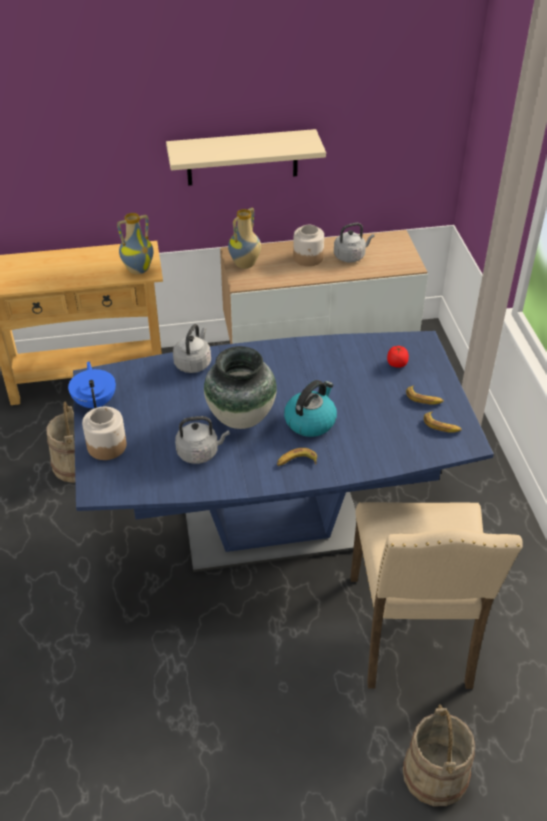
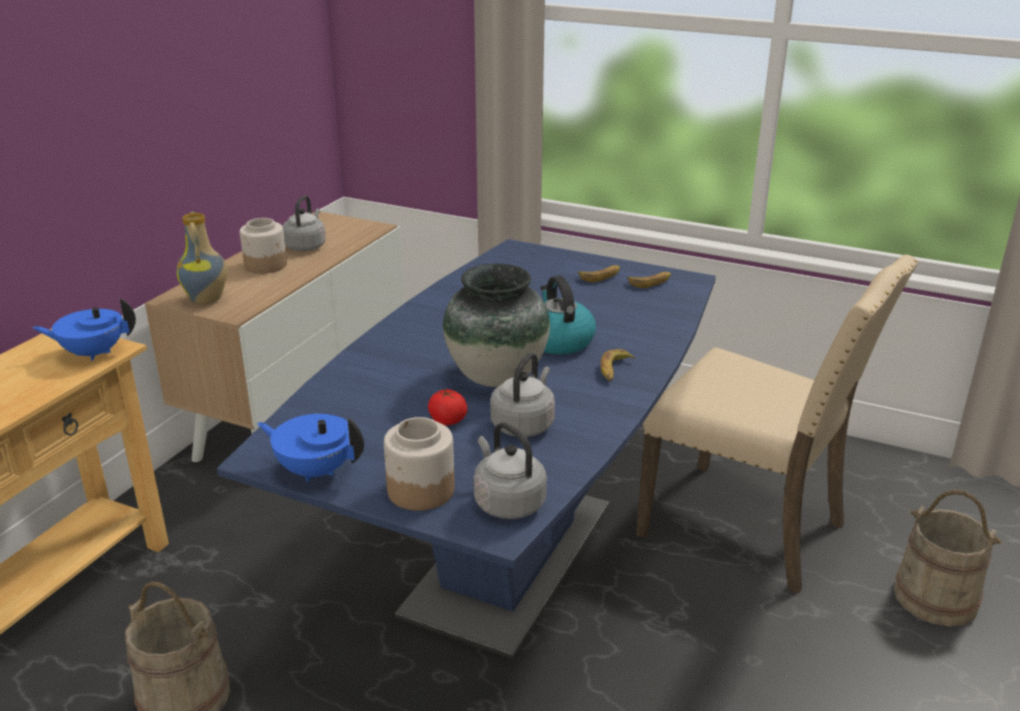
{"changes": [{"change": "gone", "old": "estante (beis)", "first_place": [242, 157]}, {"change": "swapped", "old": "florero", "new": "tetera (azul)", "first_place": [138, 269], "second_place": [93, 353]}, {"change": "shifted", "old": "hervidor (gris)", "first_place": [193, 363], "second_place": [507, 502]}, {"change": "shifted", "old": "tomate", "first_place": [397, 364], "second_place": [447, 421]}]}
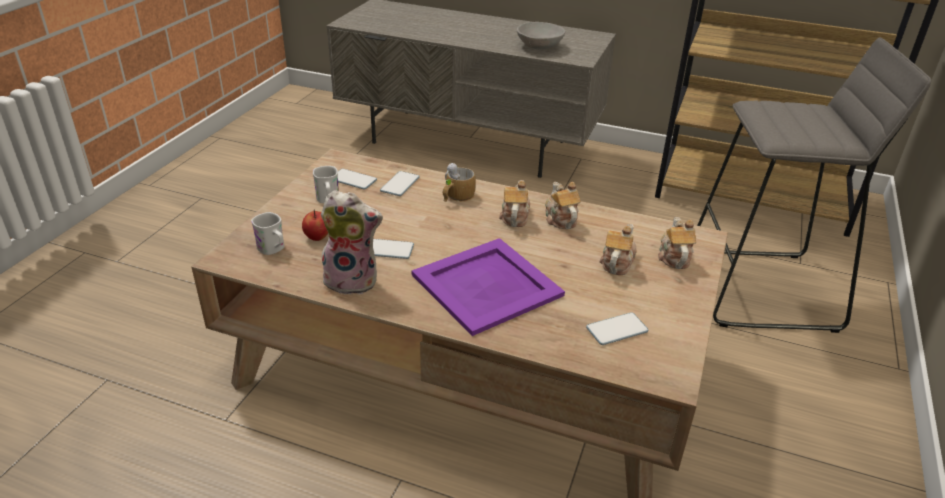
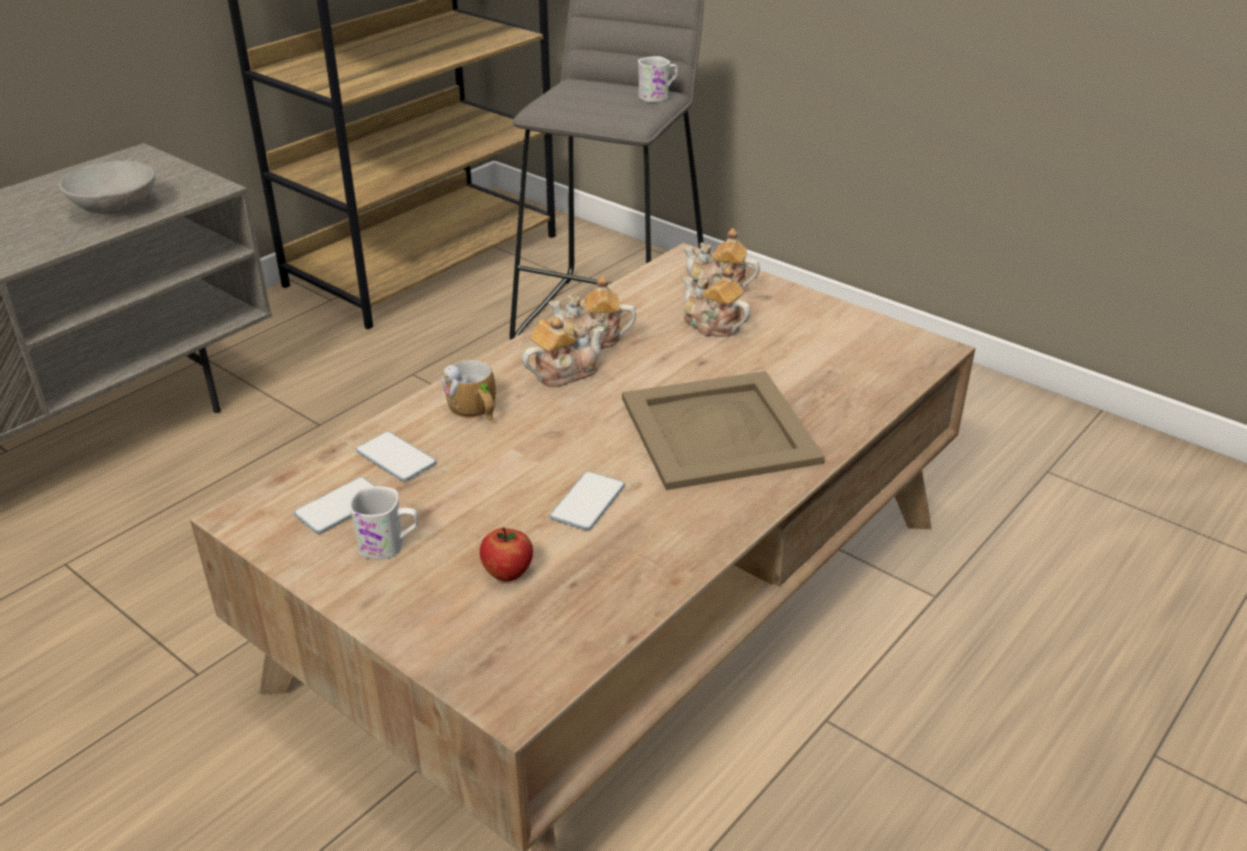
{"changes": [{"change": "rotated", "old": "tetera", "first_place": [514, 216], "second_place": [564, 372], "degrees": 120}, {"change": "gone", "old": "peluche", "first_place": [353, 280]}, {"change": "shifted", "old": "taza grande (blanco)", "first_place": [273, 249], "second_place": [658, 96]}, {"change": "repainted", "old": "bandeja (morado)", "new": "bandeja (beis)", "first_place": [488, 285], "second_place": [720, 429]}, {"change": "gone", "old": "móvil", "first_place": [616, 330]}]}
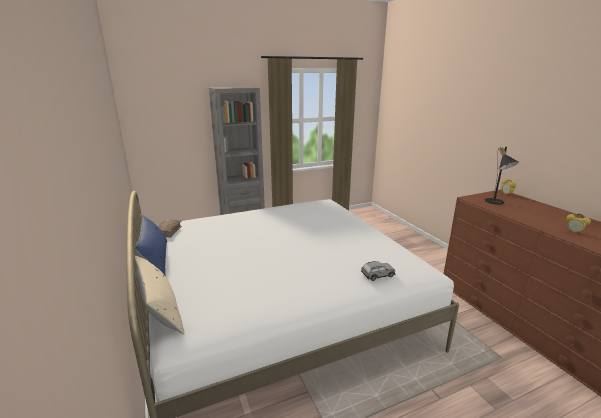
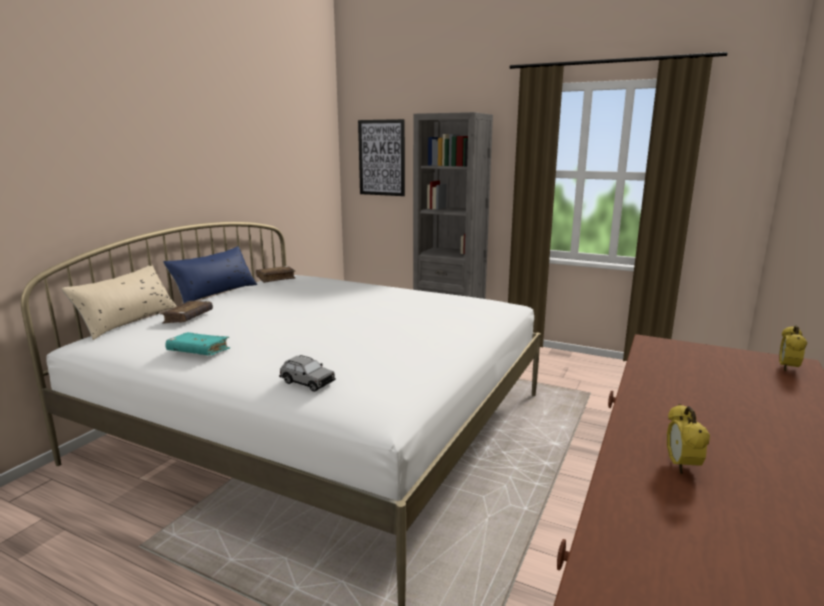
{"changes": [{"change": "gone", "old": "lámpara de mesa (negro)", "first_place": [496, 202]}, {"change": "new", "new": "cuadro", "second_place": [381, 158]}, {"change": "new", "new": "libro (marrón)", "second_place": [188, 318]}, {"change": "new", "new": "libro (turquesa)", "second_place": [198, 351]}]}
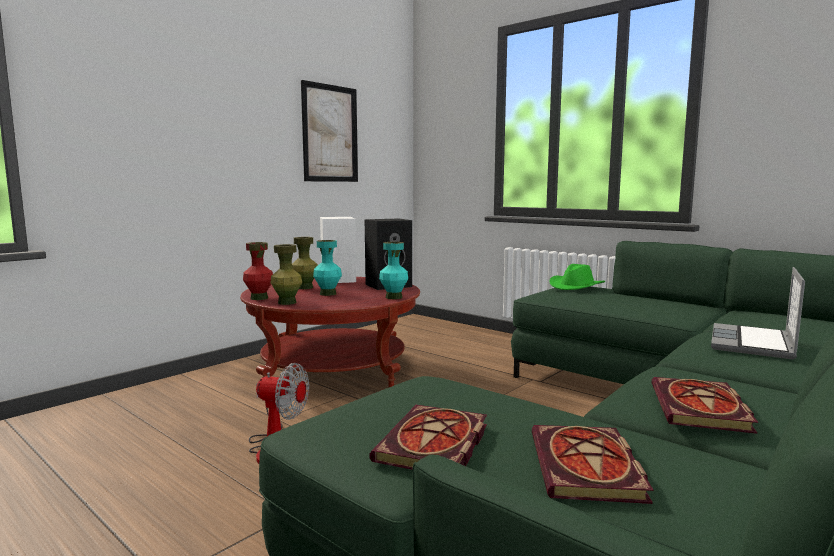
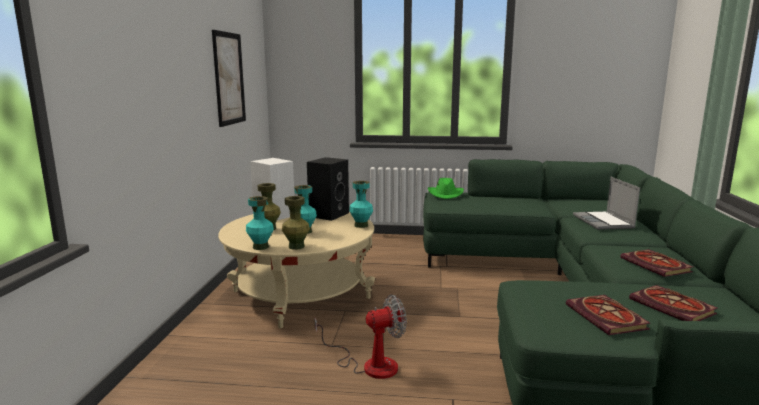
{"changes": [{"change": "repainted", "old": "florero (rojo)", "new": "florero (turquesa)", "first_place": [259, 298], "second_place": [261, 247]}, {"change": "repainted", "old": "mesa de centro (rojo)", "new": "mesa de centro (beis)", "first_place": [334, 370], "second_place": [300, 294]}]}
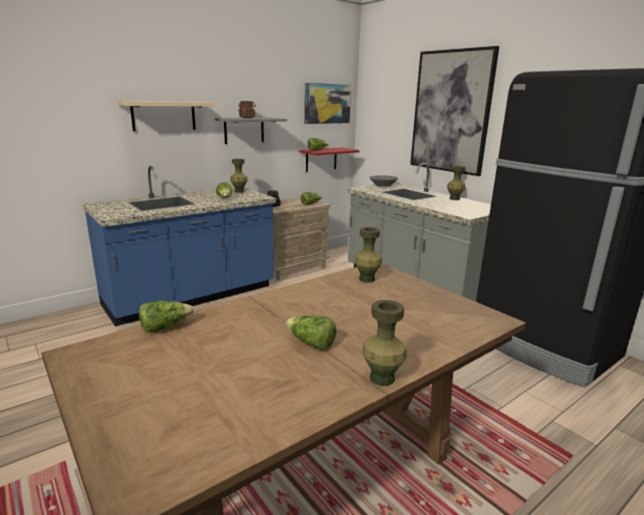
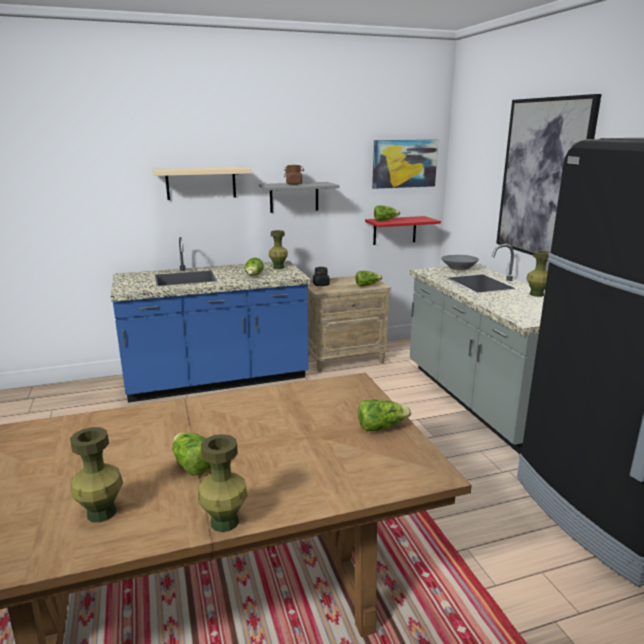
{"changes": [{"change": "shifted", "old": "florero (verde)", "first_place": [367, 279], "second_place": [101, 513]}, {"change": "shifted", "old": "lechuga", "first_place": [165, 327], "second_place": [381, 427]}]}
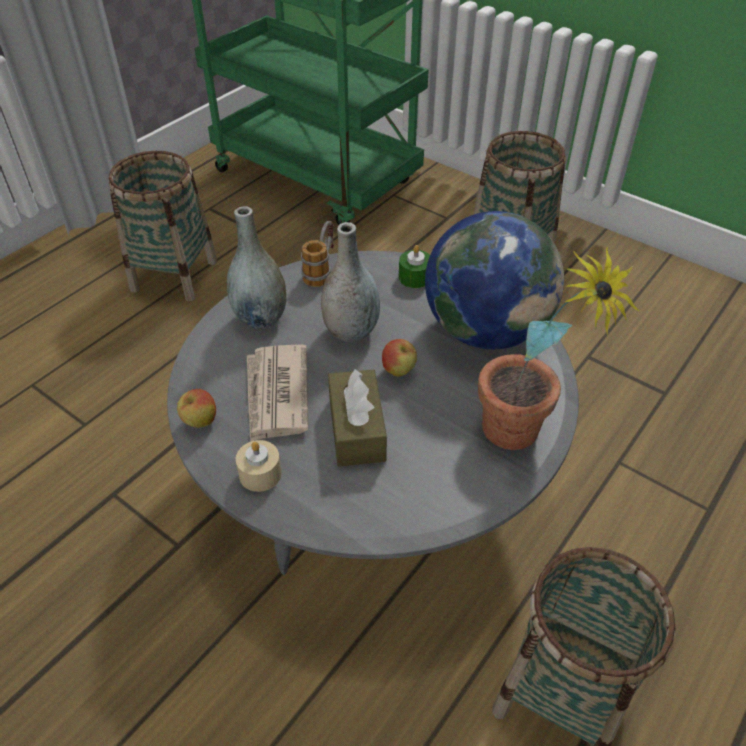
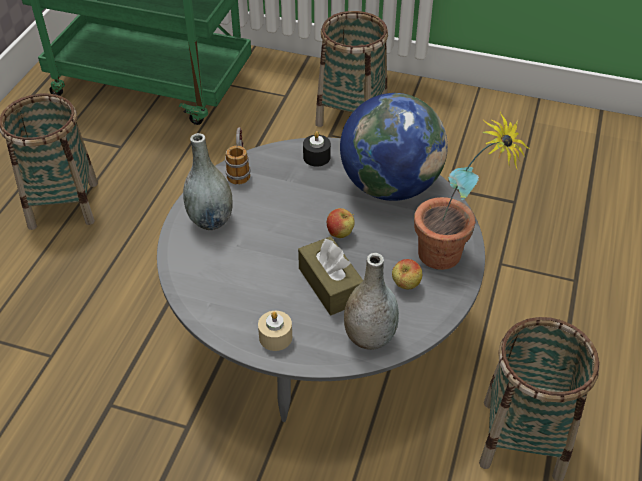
{"changes": [{"change": "shifted", "old": "florero (gris)", "first_place": [351, 332], "second_place": [369, 337]}, {"change": "repainted", "old": "vela (verde)", "new": "vela (negro)", "first_place": [415, 277], "second_place": [316, 157]}, {"change": "gone", "old": "periódico", "first_place": [276, 395]}, {"change": "shifted", "old": "manzana", "first_place": [200, 422], "second_place": [405, 285]}]}
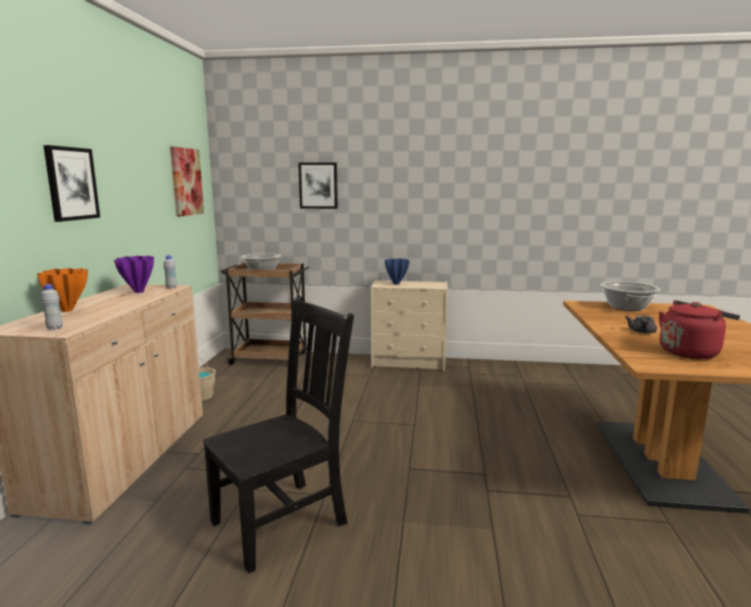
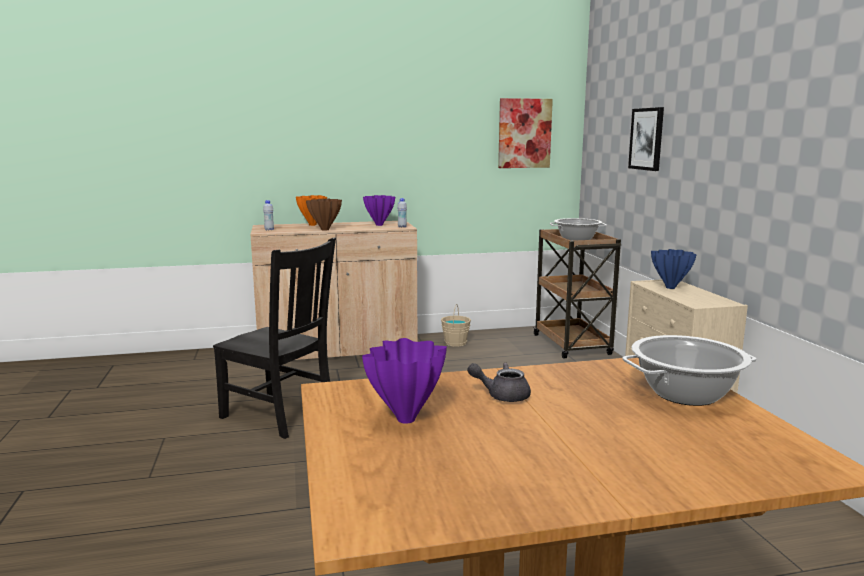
{"changes": [{"change": "gone", "old": "cuadro", "first_place": [71, 183]}, {"change": "swapped", "old": "hervidor (rojo)", "new": "florero (morado)", "first_place": [690, 352], "second_place": [408, 419]}, {"change": "new", "new": "florero (marrón)", "second_place": [326, 230]}]}
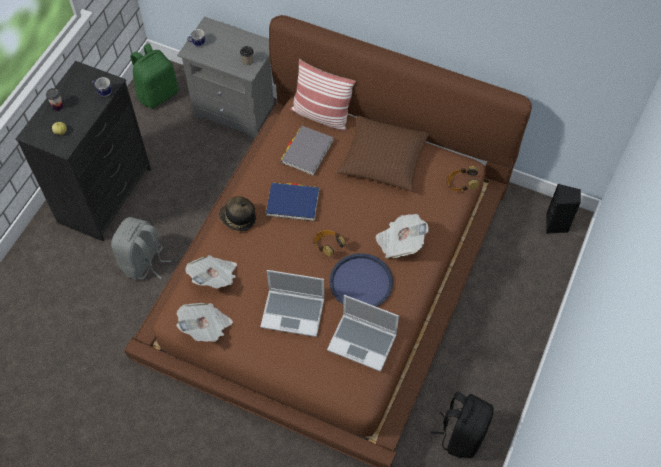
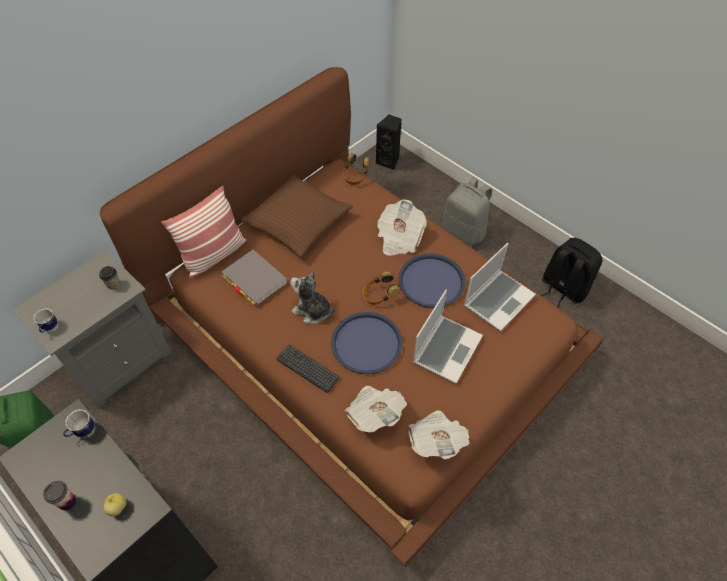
{"changes": [{"change": "swapped", "old": "libro (azul)", "new": "peluche", "first_place": [293, 203], "second_place": [312, 311]}, {"change": "swapped", "old": "sombrero", "new": "teclado", "first_place": [238, 219], "second_place": [307, 368]}, {"change": "shifted", "old": "mochila (gris)", "first_place": [143, 262], "second_place": [464, 231]}, {"change": "new", "new": "bandeja (azul)", "second_place": [366, 343]}]}
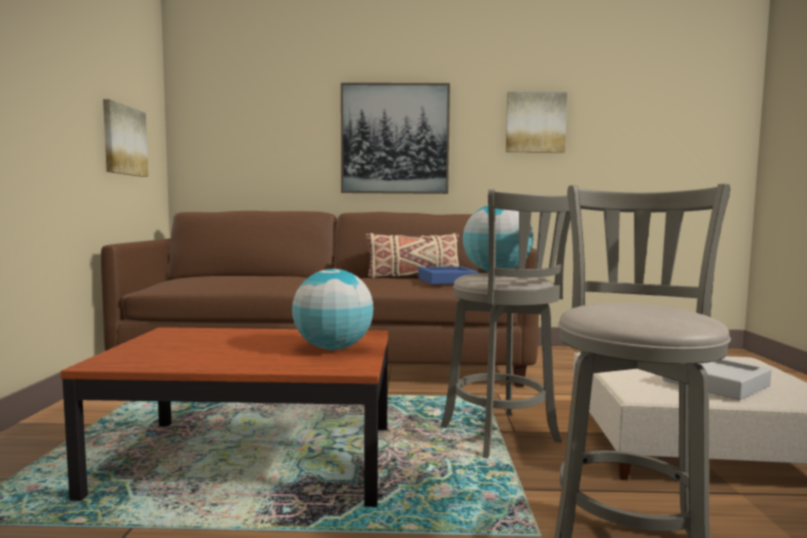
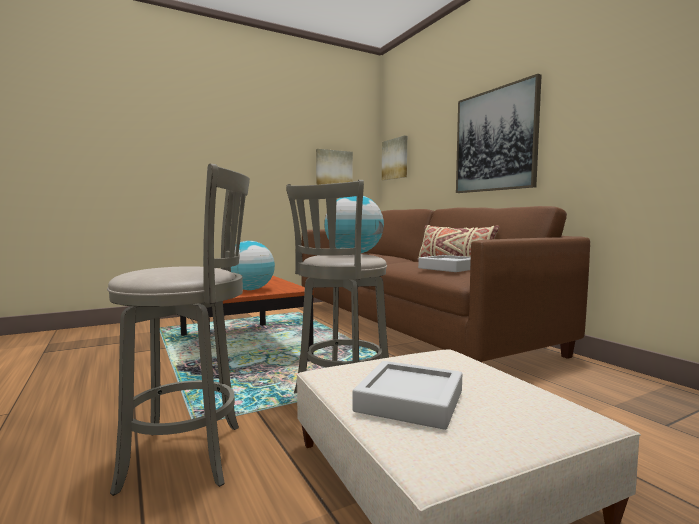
{"changes": [{"change": "shifted", "old": "cuadro", "first_place": [535, 122], "second_place": [395, 159]}, {"change": "repainted", "old": "bandeja (azul)", "new": "bandeja (gris)", "first_place": [447, 281], "second_place": [449, 268]}]}
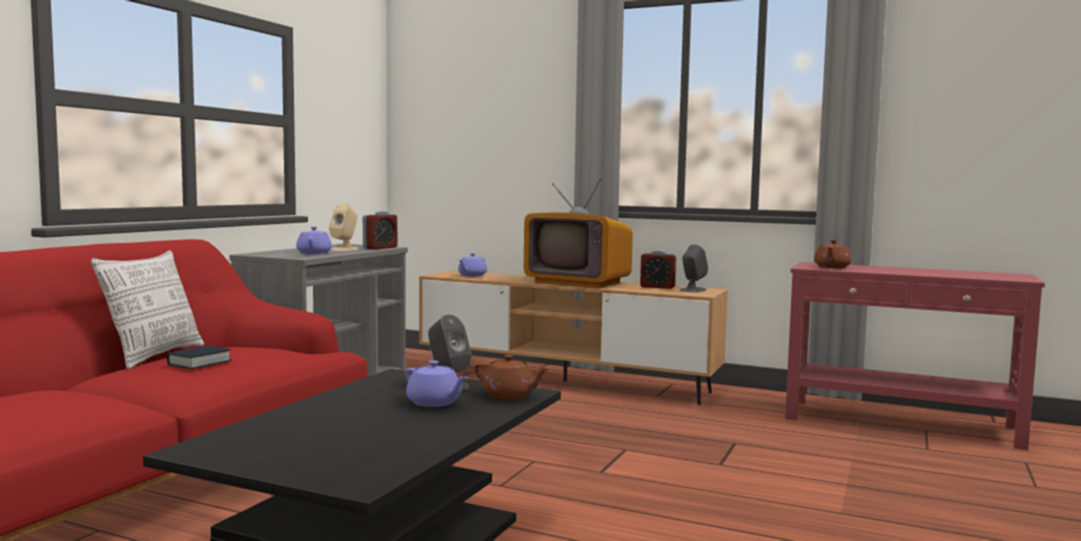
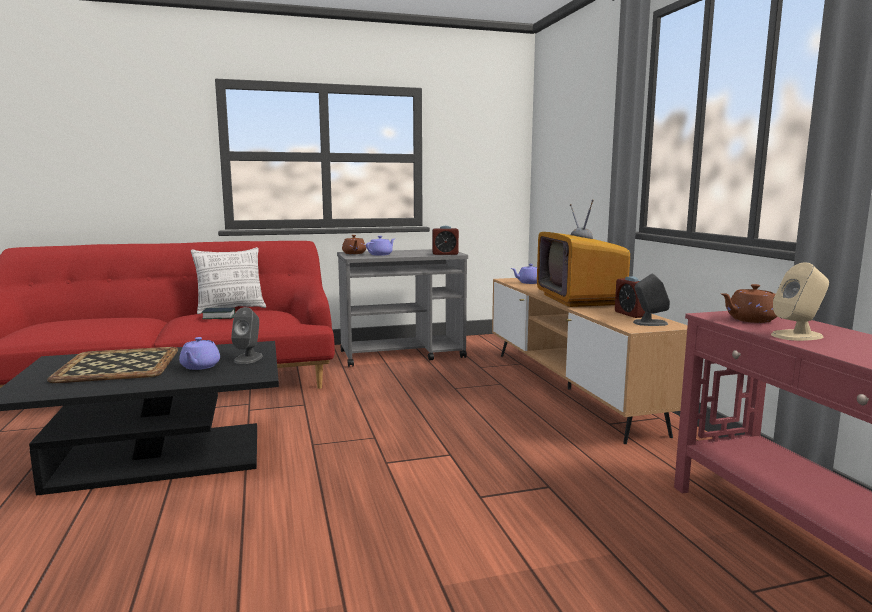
{"changes": [{"change": "shifted", "old": "altavoz (beis)", "first_place": [344, 249], "second_place": [797, 336]}, {"change": "shifted", "old": "tetera (marrón)", "first_place": [509, 395], "second_place": [354, 253]}, {"change": "new", "new": "bandeja", "second_place": [117, 365]}]}
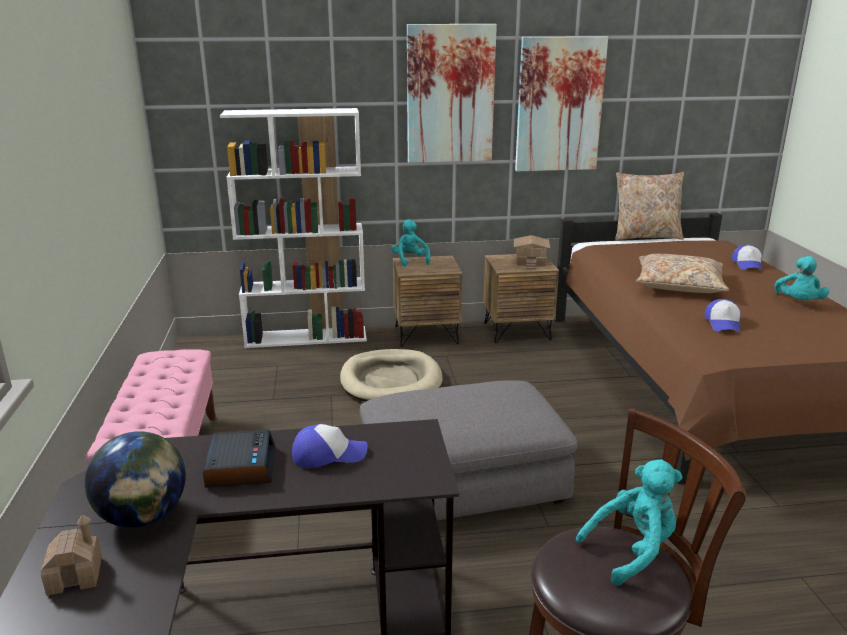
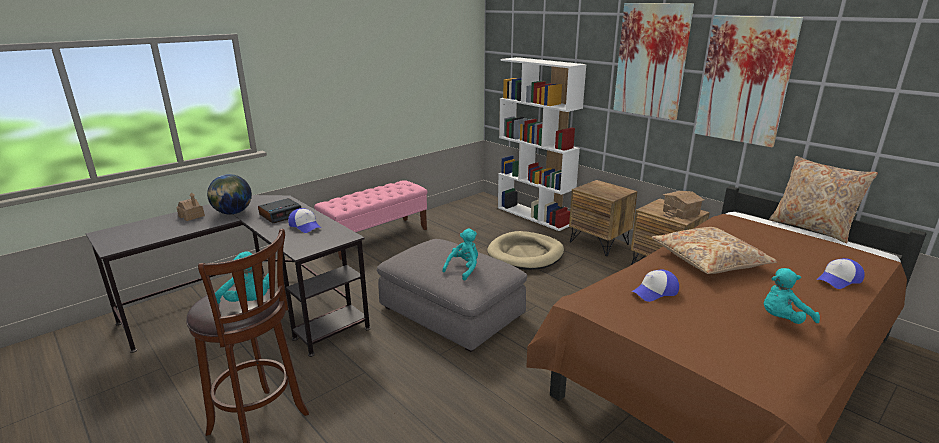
{"changes": [{"change": "shifted", "old": "peluche (turquesa)", "first_place": [410, 261], "second_place": [464, 269]}]}
